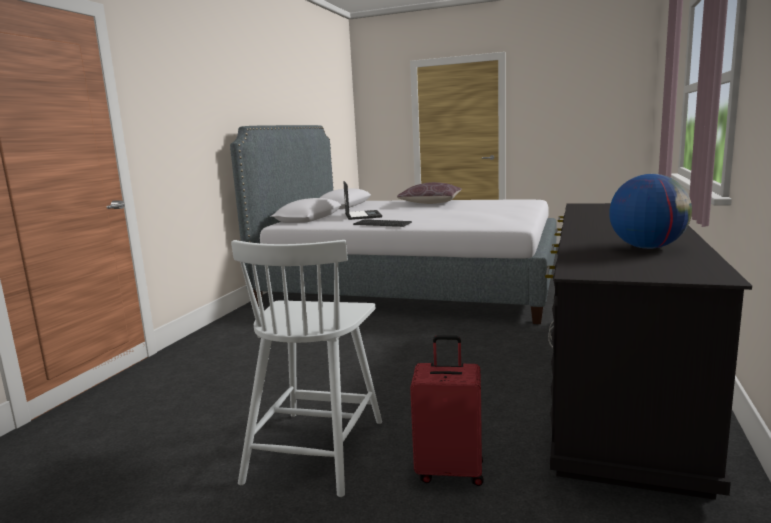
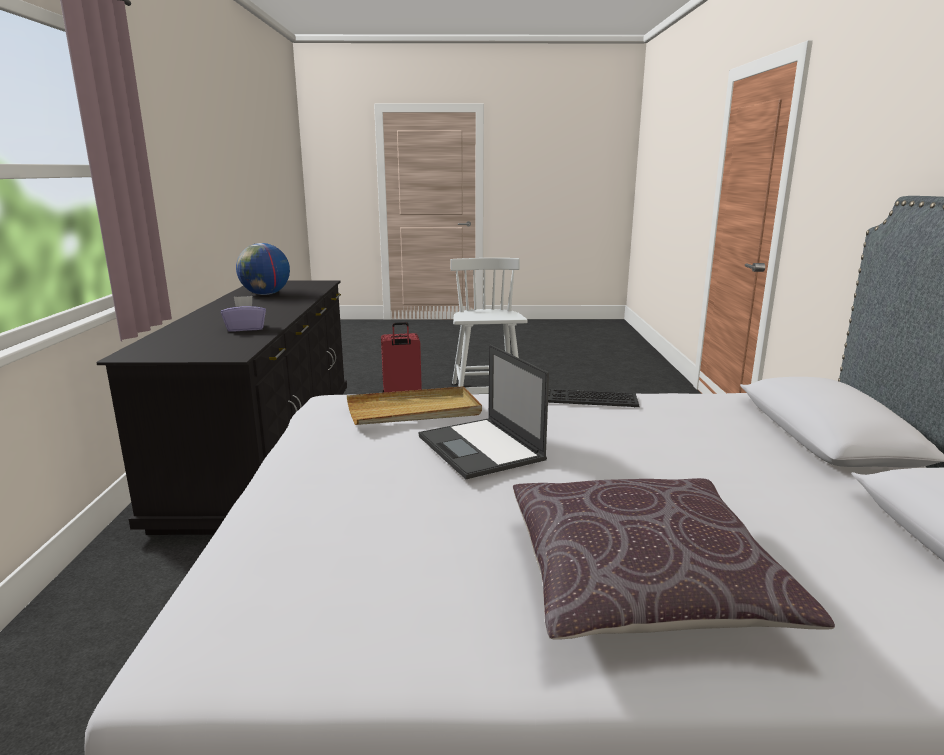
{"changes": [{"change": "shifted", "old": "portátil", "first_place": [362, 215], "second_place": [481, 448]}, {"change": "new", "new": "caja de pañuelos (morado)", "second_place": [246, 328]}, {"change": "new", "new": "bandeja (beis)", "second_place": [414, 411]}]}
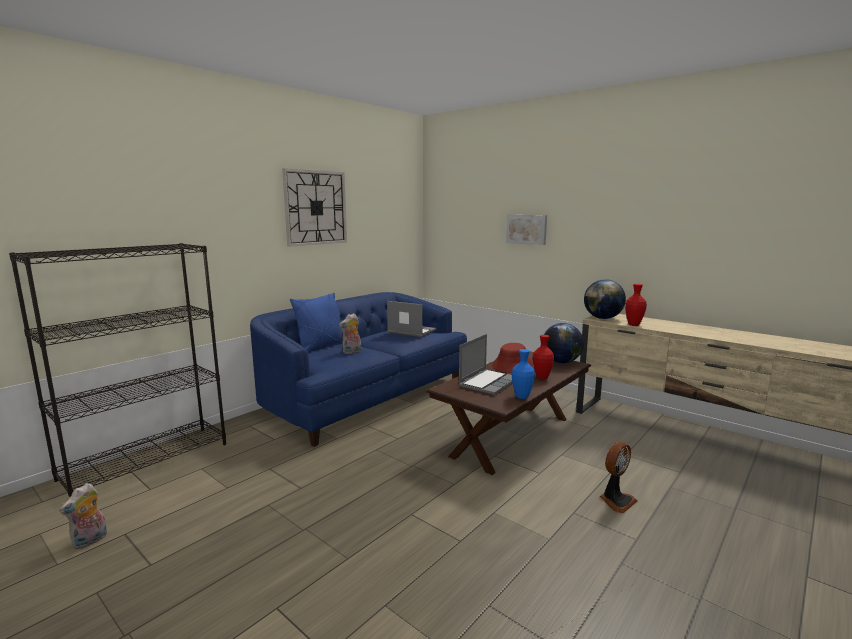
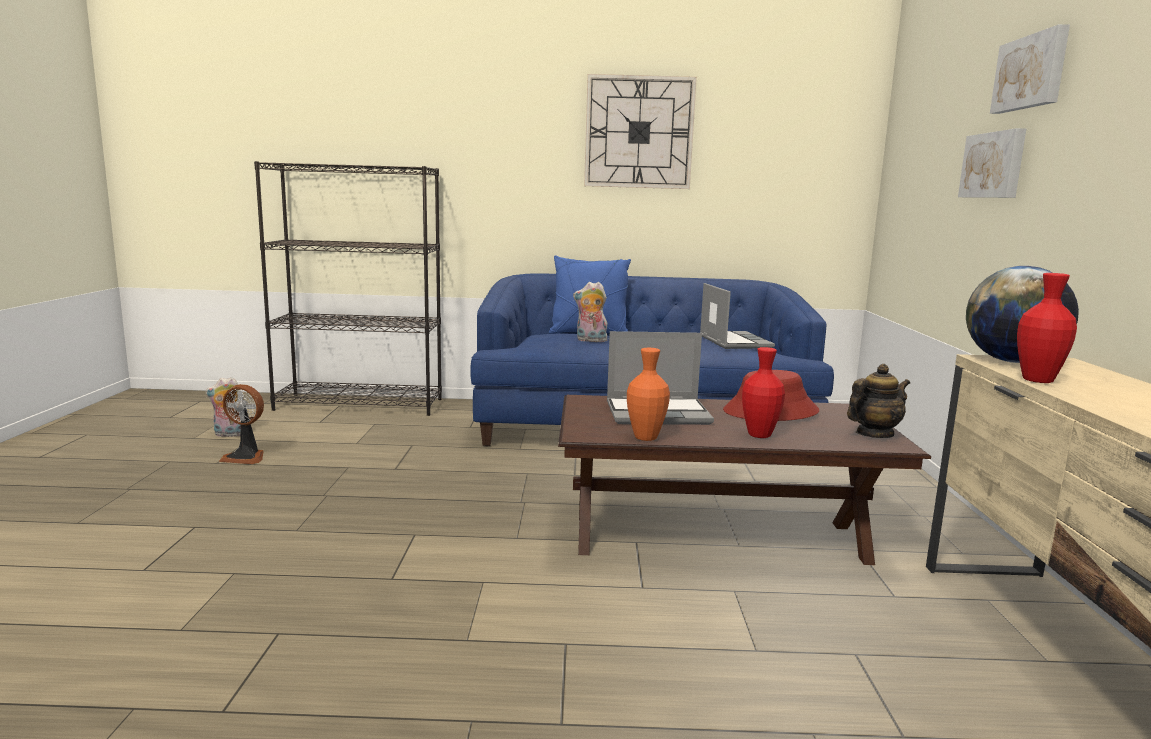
{"changes": [{"change": "swapped", "old": "globo terráqueo", "new": "tetera", "first_place": [561, 362], "second_place": [874, 434]}, {"change": "repainted", "old": "florero (azul)", "new": "florero (naranja)", "first_place": [522, 397], "second_place": [645, 438]}, {"change": "shifted", "old": "ventilador", "first_place": [616, 500], "second_place": [246, 457]}, {"change": "new", "new": "cuadro", "second_place": [1031, 72]}]}
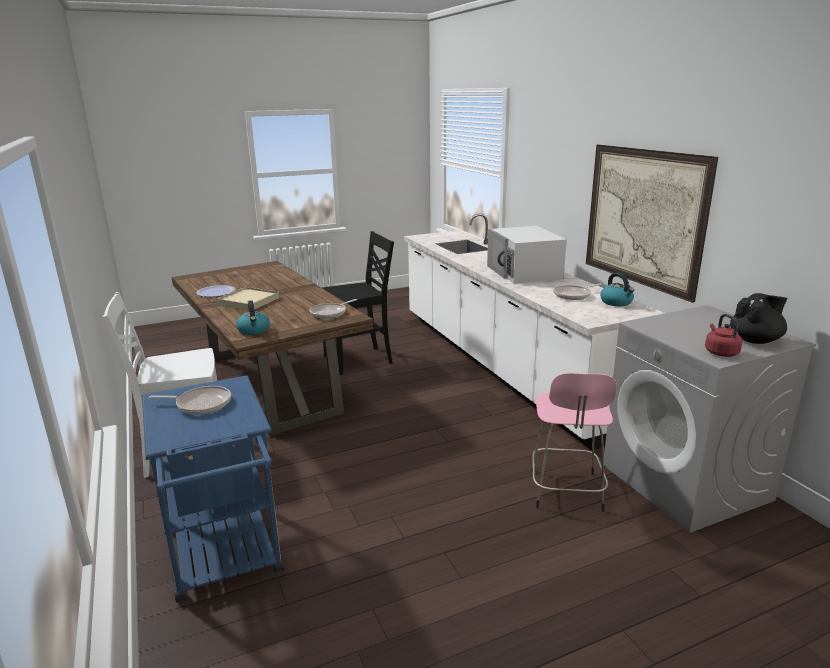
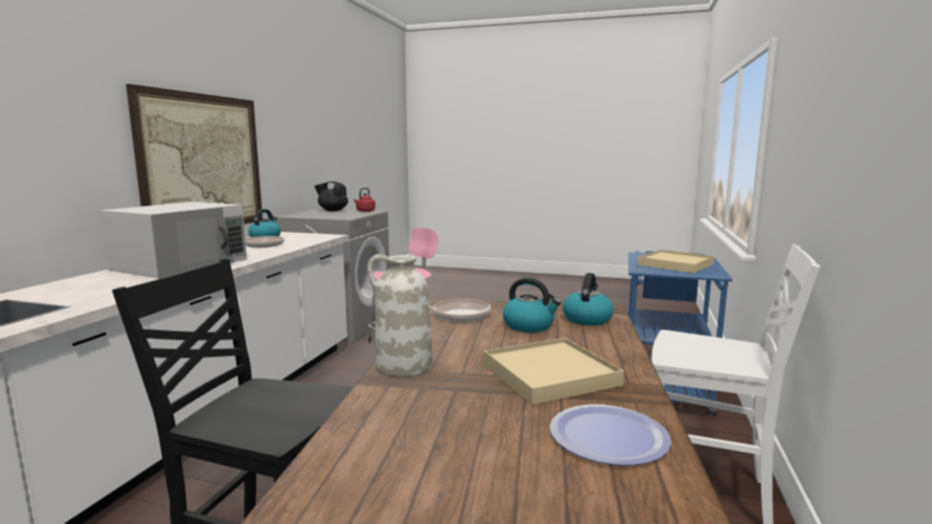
{"changes": [{"change": "swapped", "old": "sartén", "new": "bandeja (beis)", "first_place": [201, 404], "second_place": [675, 264]}, {"change": "new", "new": "florero (blanco)", "second_place": [403, 366]}, {"change": "new", "new": "hervidor", "second_place": [529, 326]}]}
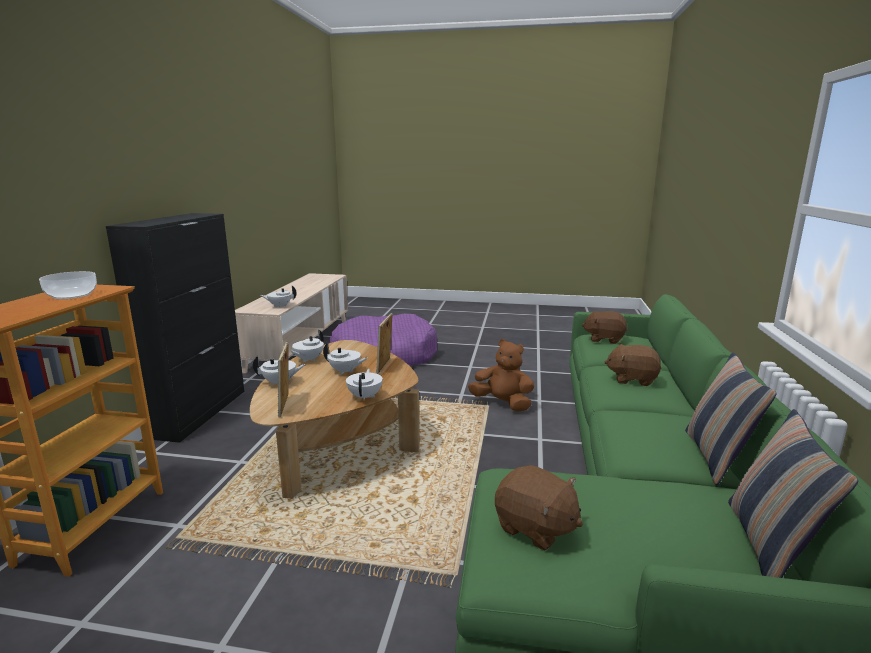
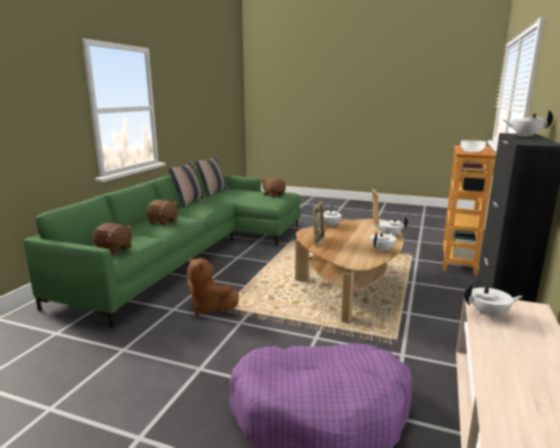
{"changes": [{"change": "shifted", "old": "tetera (blanco)", "first_place": [345, 371], "second_place": [524, 136]}]}
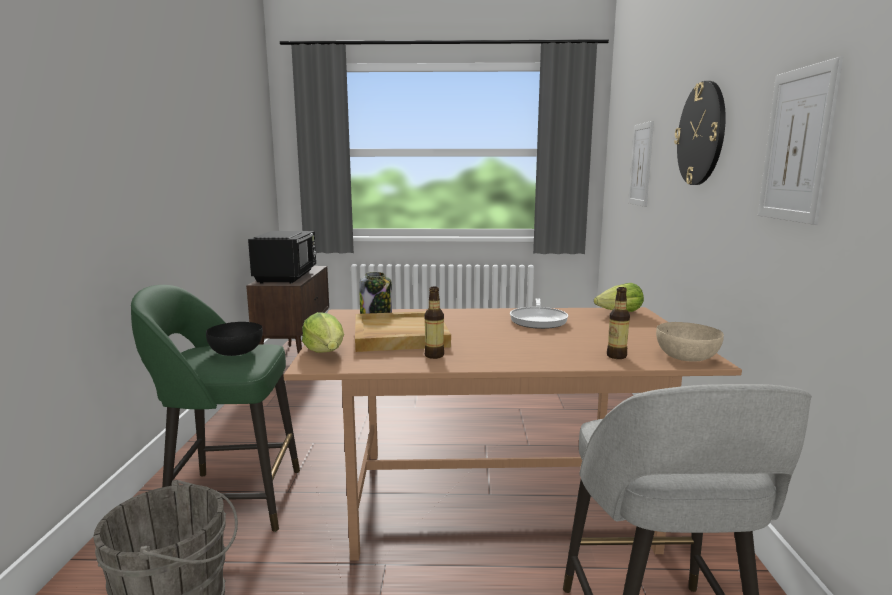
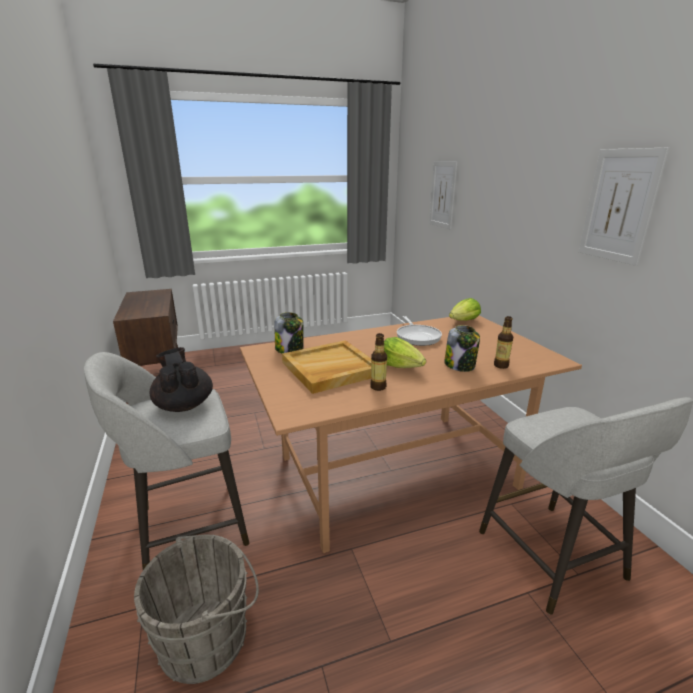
{"changes": [{"change": "gone", "old": "reloj de pared", "first_place": [701, 134]}, {"change": "gone", "old": "microondas (negro)", "first_place": [287, 277]}, {"change": "repainted", "old": "taburete (verde)", "new": "taburete (gris)", "first_place": [231, 500], "second_place": [189, 527]}, {"change": "shifted", "old": "lechuga", "first_place": [326, 352], "second_place": [401, 366]}, {"change": "swapped", "old": "cuenco (negro)", "new": "tetera (negro)", "first_place": [237, 352], "second_place": [184, 405]}, {"change": "gone", "old": "cuenco (beis)", "first_place": [687, 357]}, {"change": "new", "new": "tarro", "second_place": [460, 365]}]}
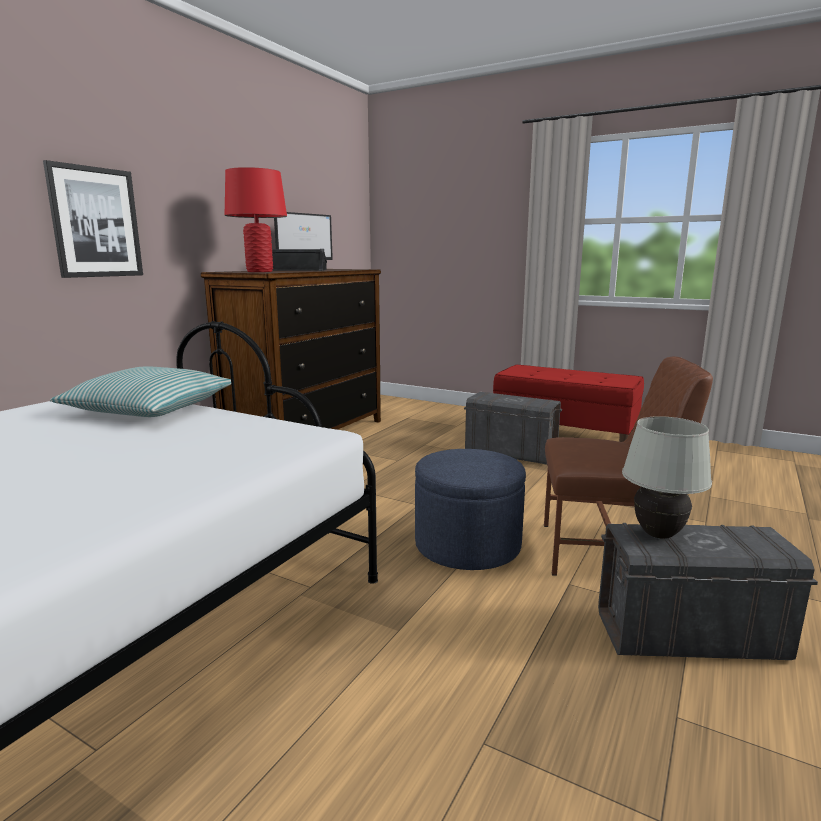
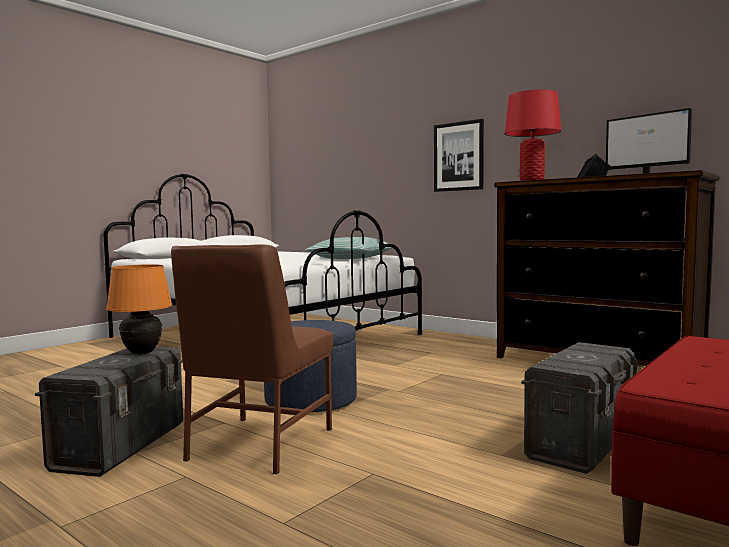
{"changes": [{"change": "repainted", "old": "lámpara de mesa (blanco)", "new": "lámpara de mesa (naranja)", "first_place": [659, 534], "second_place": [141, 353]}]}
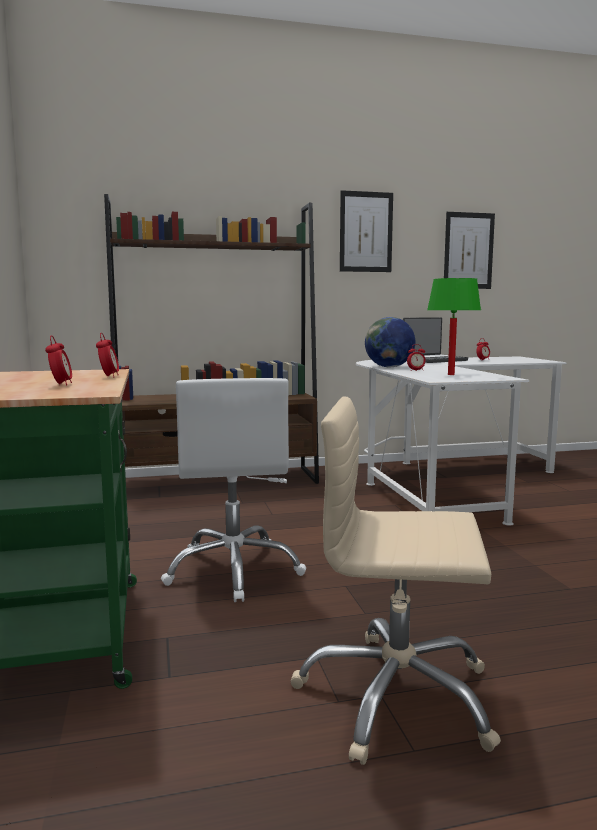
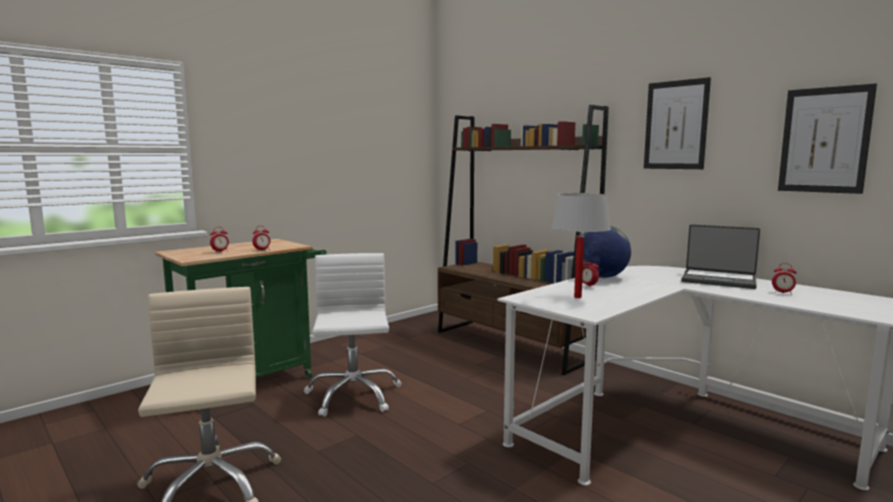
{"changes": [{"change": "repainted", "old": "lámpara de mesa (verde)", "new": "lámpara de mesa (blanco)", "first_place": [451, 374], "second_place": [577, 297]}, {"change": "rotated", "old": "silla de oficina (blanco)", "first_place": [234, 570], "second_place": [353, 395], "degrees": 120}]}
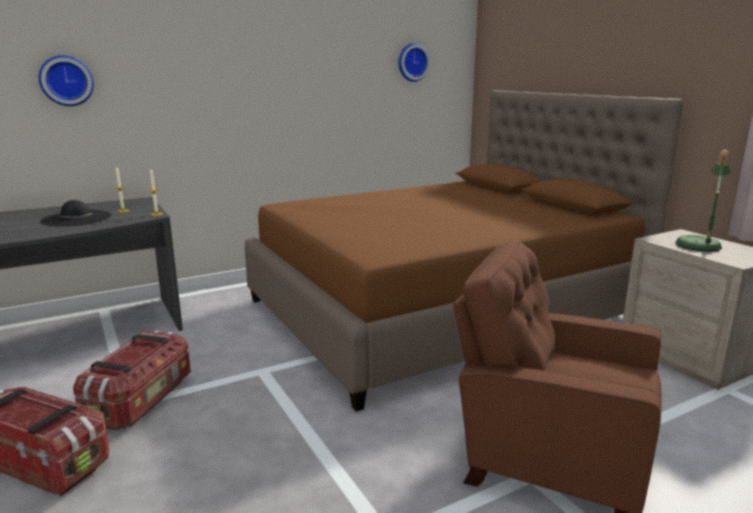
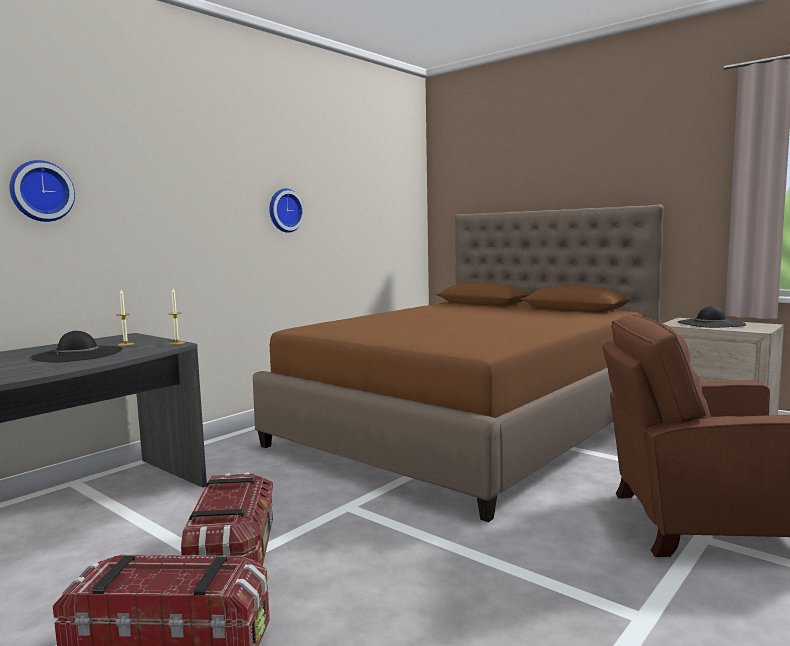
{"changes": [{"change": "shifted", "old": "reloj de pared", "first_place": [412, 62], "second_place": [284, 210]}, {"change": "swapped", "old": "lámpara de mesa", "new": "sombrero (negro)", "first_place": [700, 244], "second_place": [711, 323]}]}
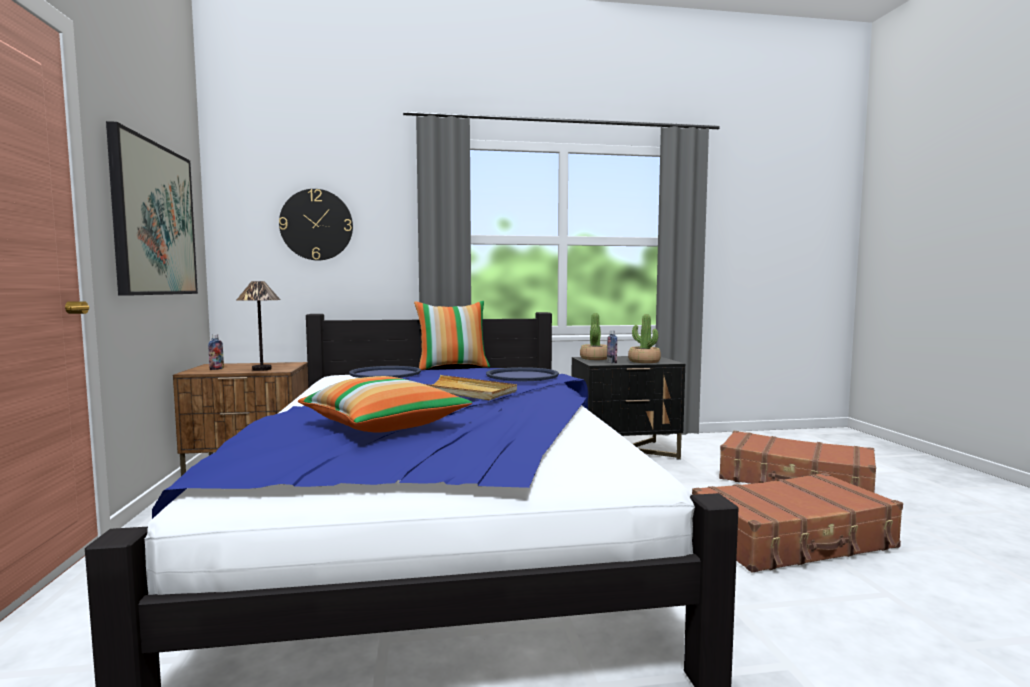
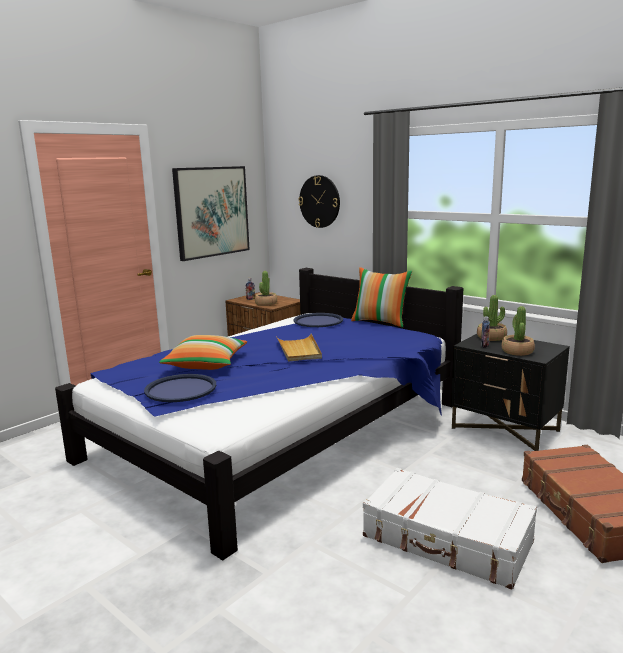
{"changes": [{"change": "swapped", "old": "lámpara de mesa", "new": "planta en maceta", "first_place": [261, 369], "second_place": [266, 304]}, {"change": "shifted", "old": "bandeja (azul)", "first_place": [522, 376], "second_place": [180, 389]}, {"change": "repainted", "old": "maleta (marrón)", "new": "maleta (blanco)", "first_place": [793, 540], "second_place": [447, 540]}]}
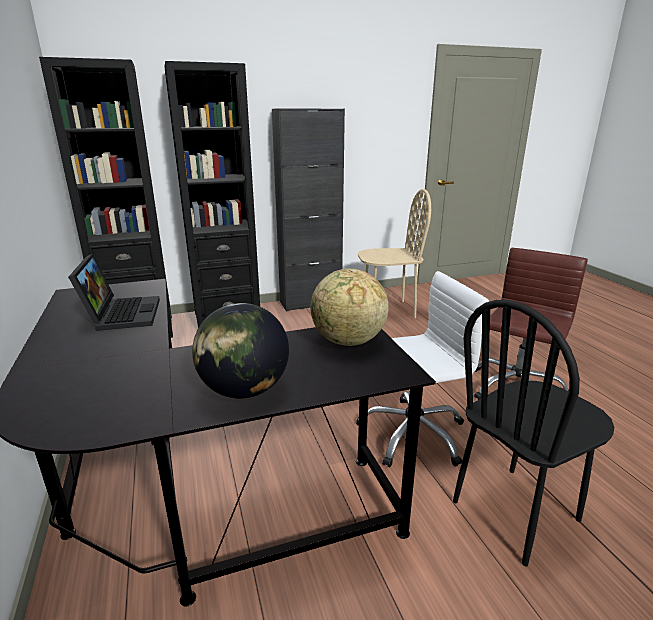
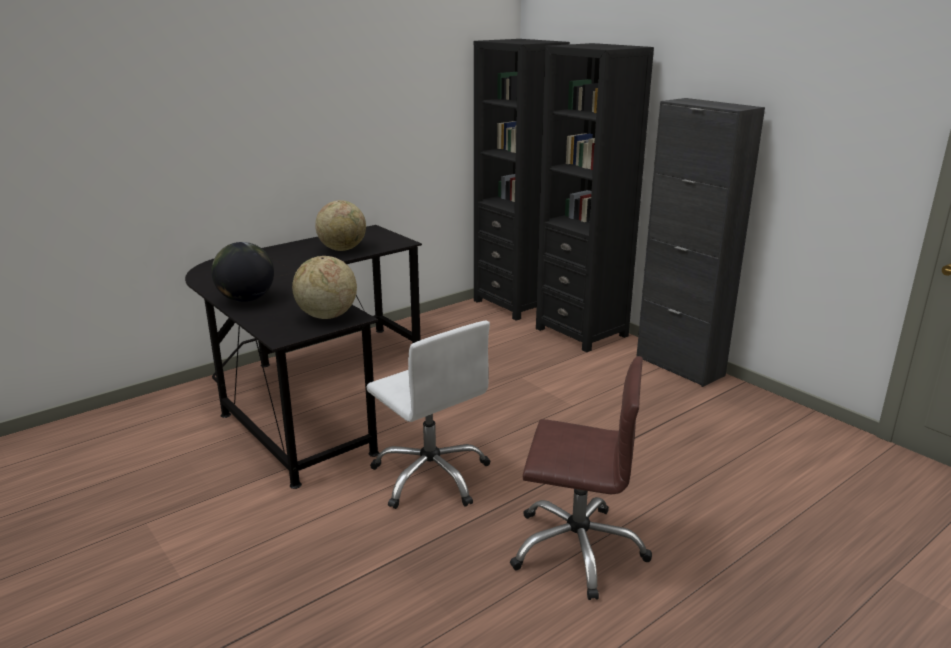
{"changes": [{"change": "gone", "old": "silla (beis)", "first_place": [388, 310]}, {"change": "swapped", "old": "portátil", "new": "globo terráqueo", "first_place": [121, 314], "second_place": [342, 249]}, {"change": "gone", "old": "silla (negro)", "first_place": [516, 511]}]}
